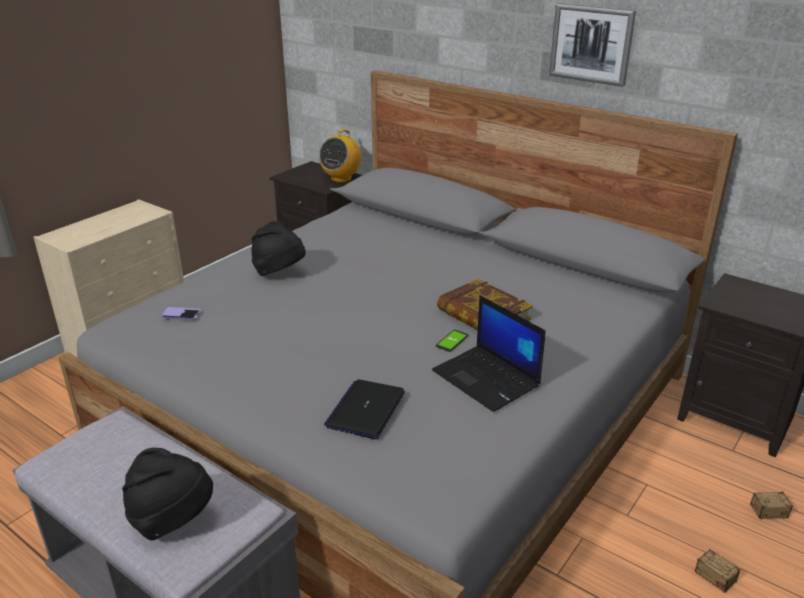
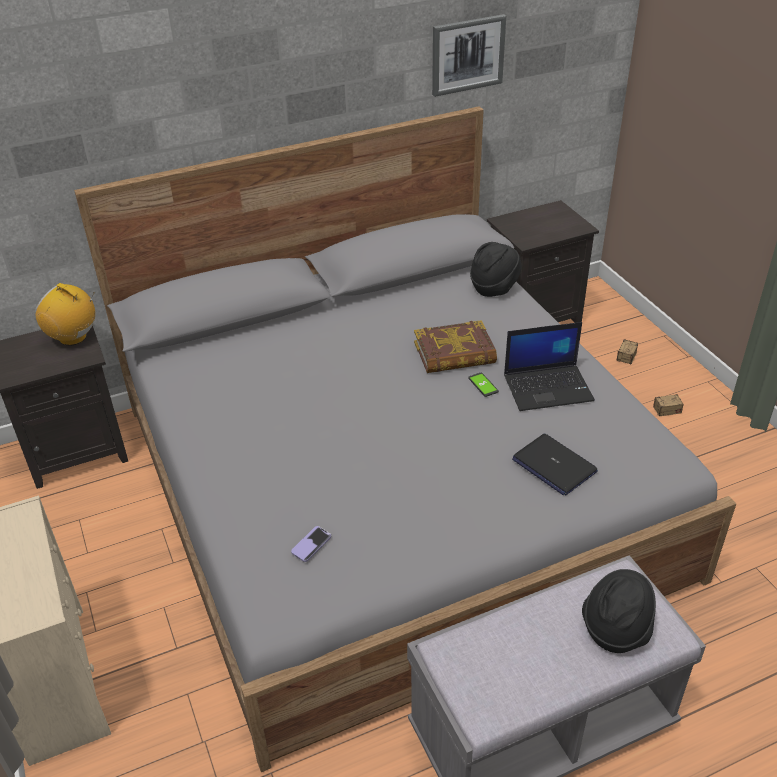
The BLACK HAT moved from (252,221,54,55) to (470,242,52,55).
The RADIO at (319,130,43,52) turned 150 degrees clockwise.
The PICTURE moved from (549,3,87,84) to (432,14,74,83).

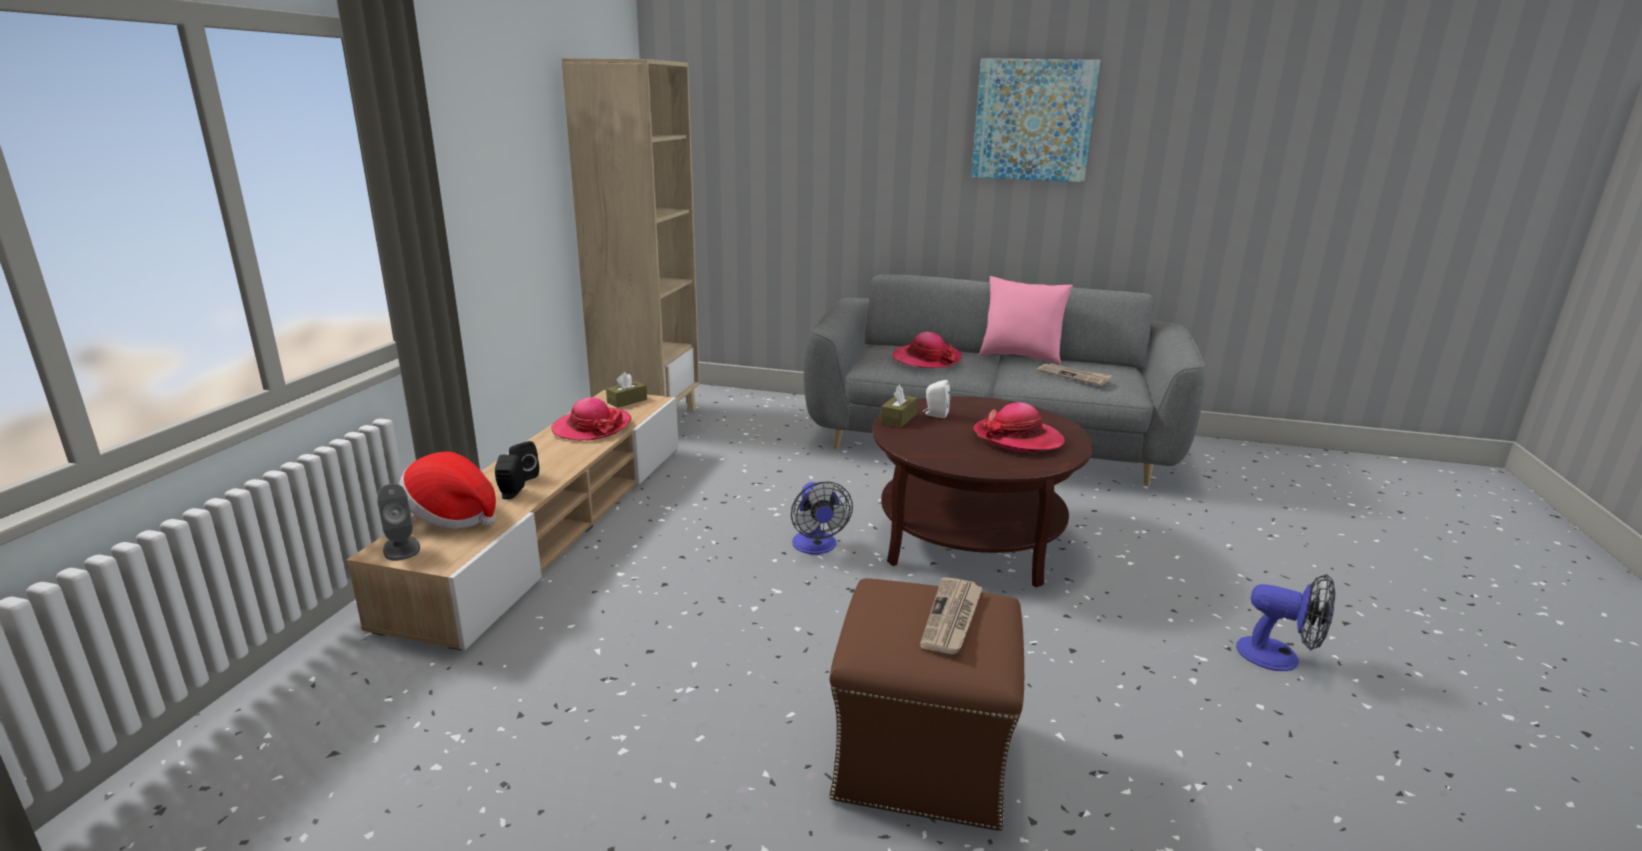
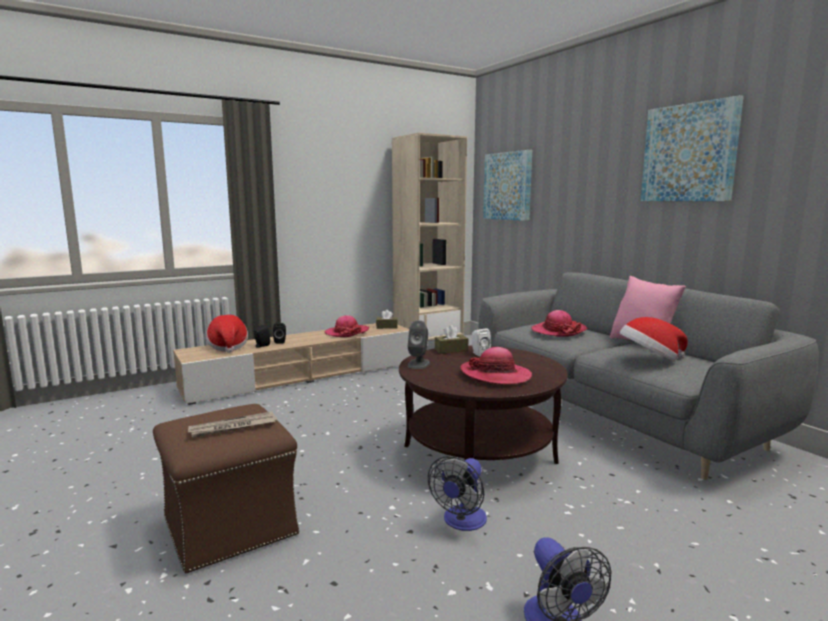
The GREY SPEAKER moved from (377,483,43,78) to (407,320,23,49).
The FAN moved from (791,481,62,73) to (428,456,59,75).
The NEWSPAPER at (1037,364,75,22) was replaced by the HAT at (619,317,69,45).
The PICTURE at (483,150,49,71) appeared.

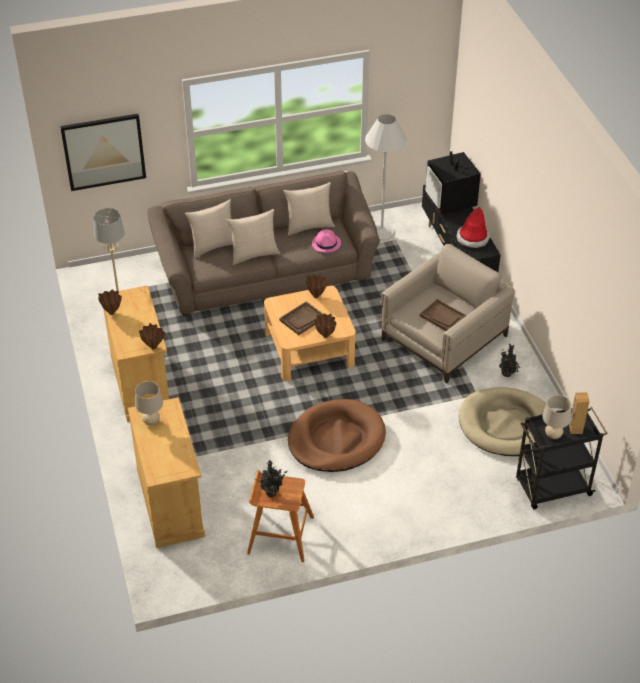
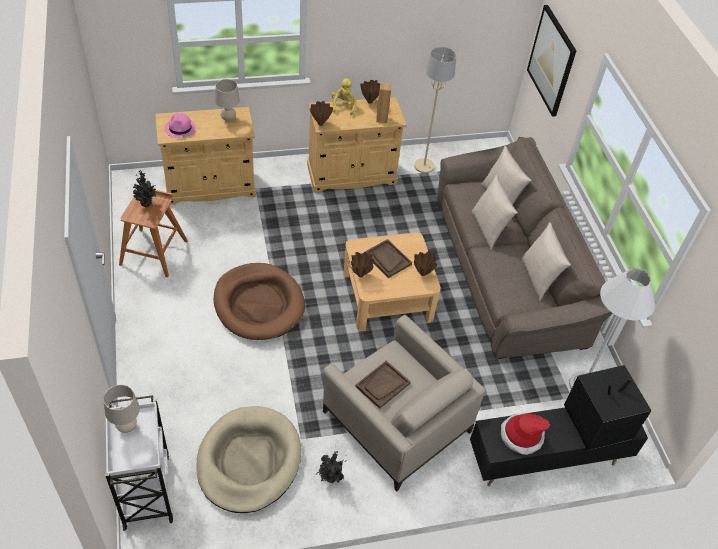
The PINK HAT moved from (312,229,29,24) to (164,113,32,25).
The BLACK CART at (516,407,92,102) became the WHITE CART at (105,395,68,136).
The BROWN SPEAKER moved from (569,393,20,41) to (376,83,15,40).
The YELLOW PLUSH TOY at (331,78,26,38) appeared.

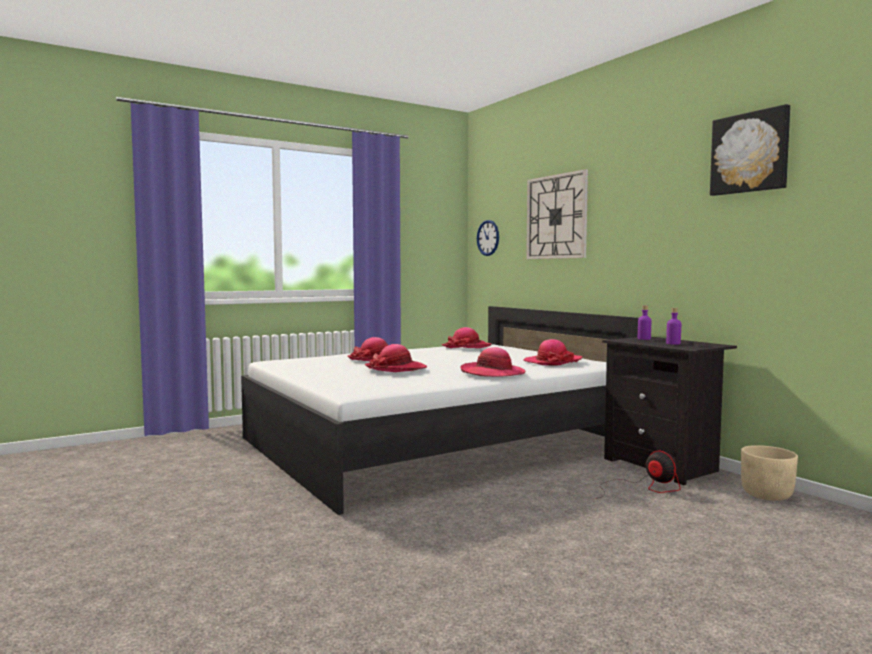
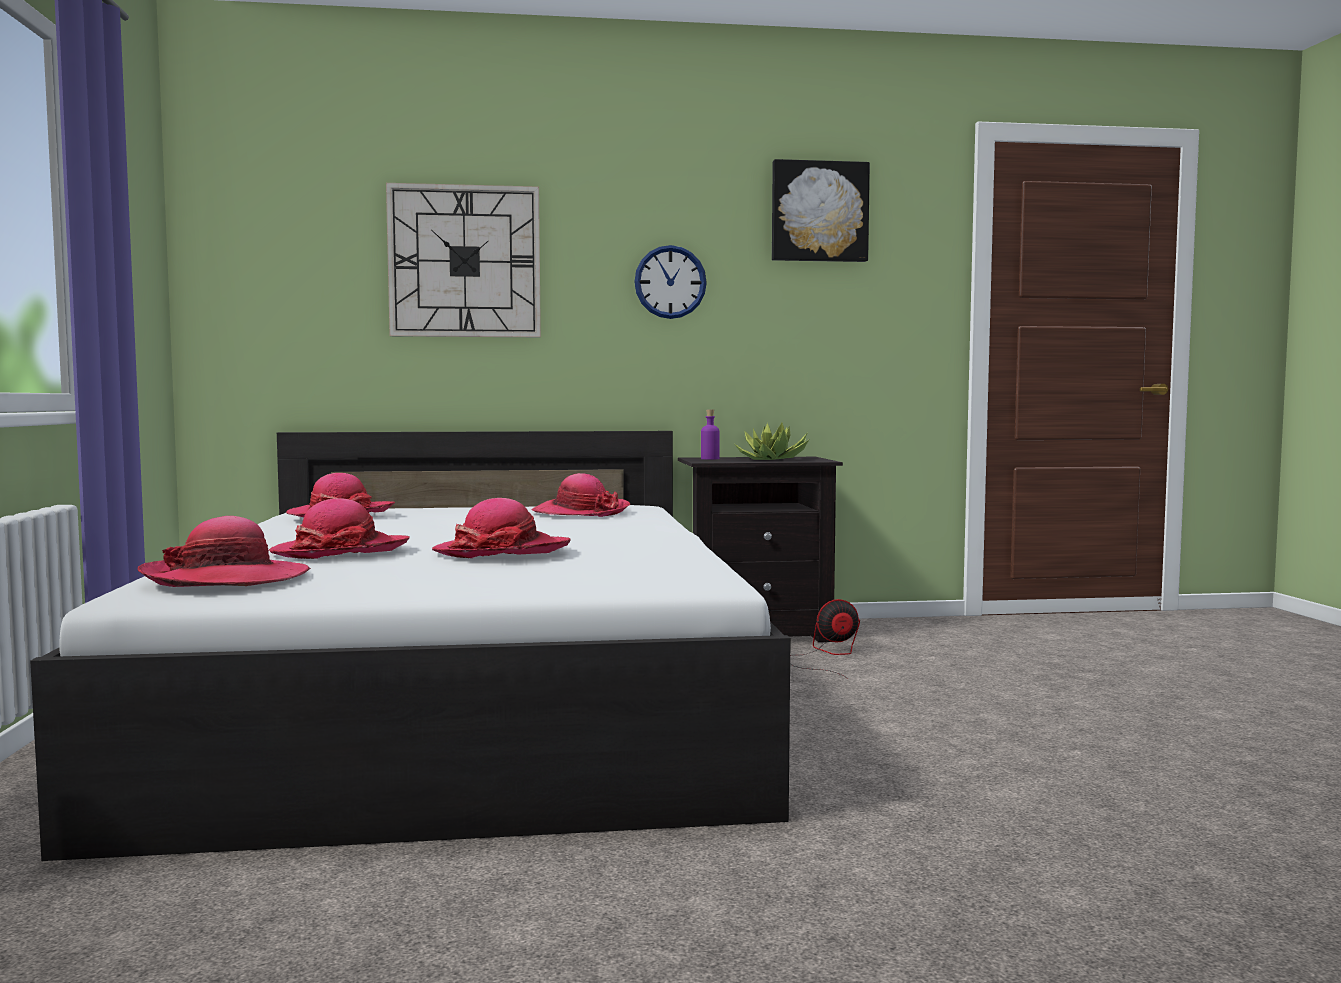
The HAT moved from (460,347,66,30) to (138,516,173,71).
The WALL CLOCK moved from (477,220,22,36) to (634,245,73,74).
The PURPLE BOTTLE at (666,308,15,37) was replaced by the POTTED PLANT at (735,423,74,37).
The BEIGE PLANTER at (741,445,57,56) disappeared.

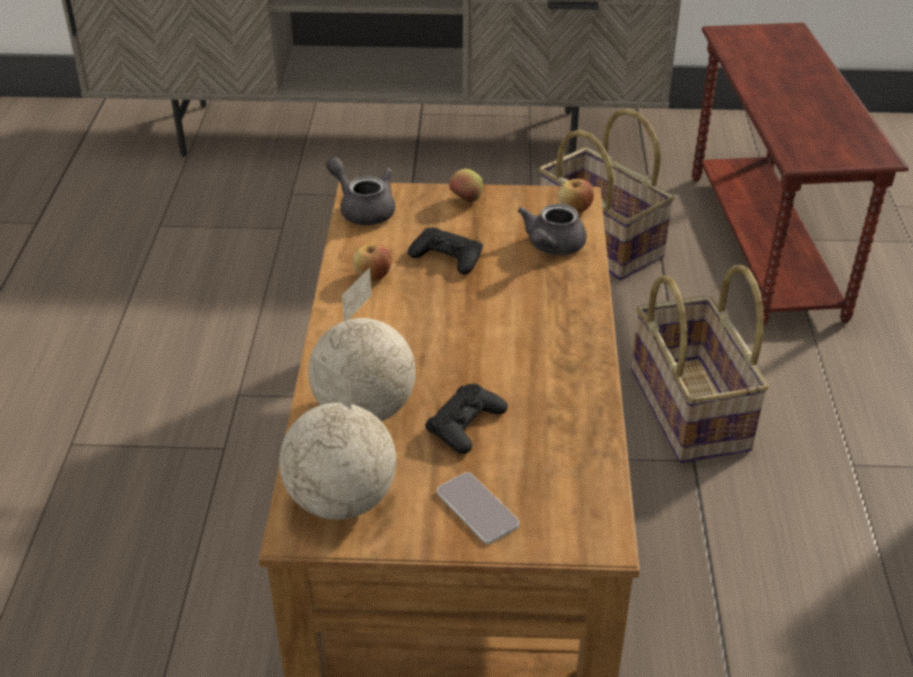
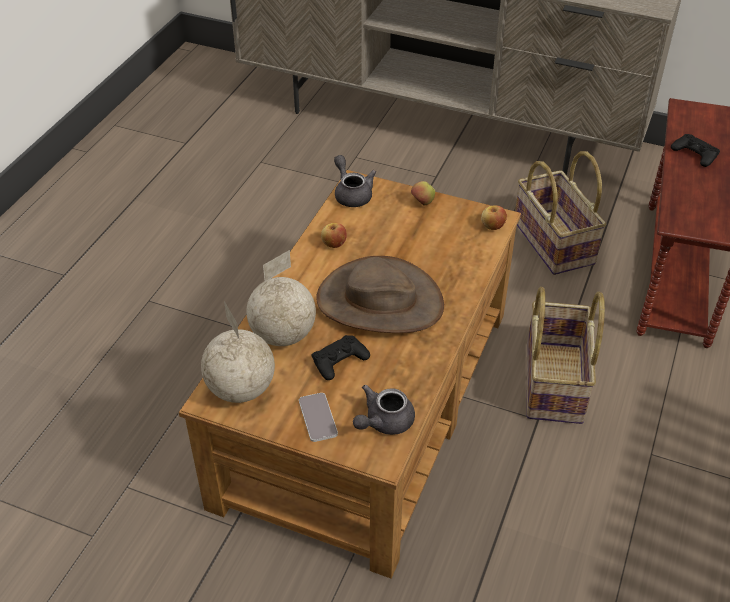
The BLACK GAME CONTROLLER moved from (408,227,75,47) to (671,134,49,33).
The GREY TEAPOT moved from (518,204,69,51) to (353,385,62,50).
The BROWN HAT at (317,256,127,77) appeared.

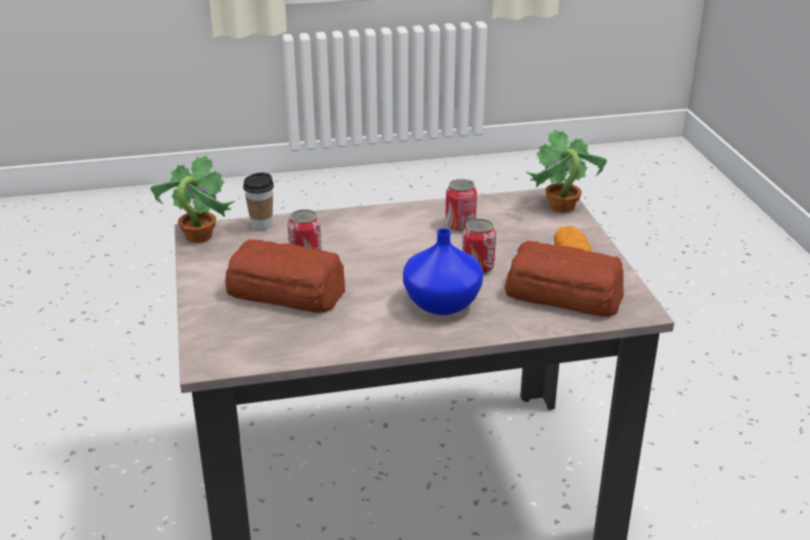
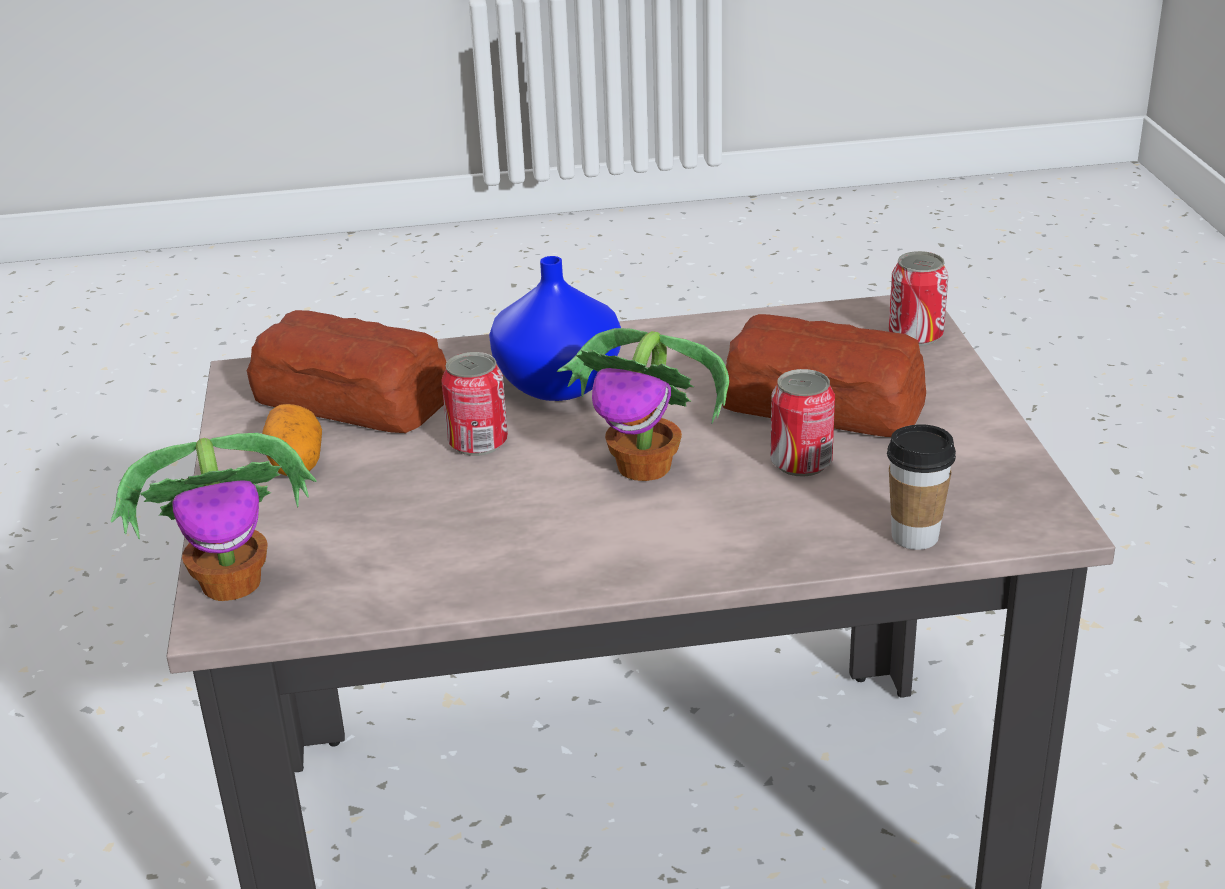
The POTTED PLANT moved from (150,155,85,88) to (557,328,172,153).
The CAN moved from (445,179,32,52) to (889,251,60,95).

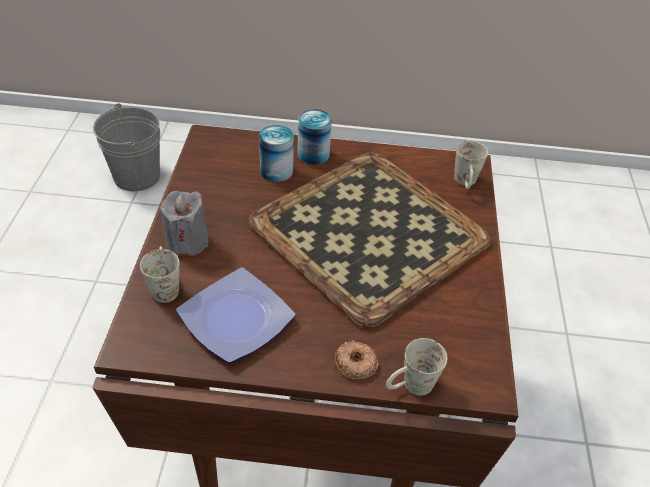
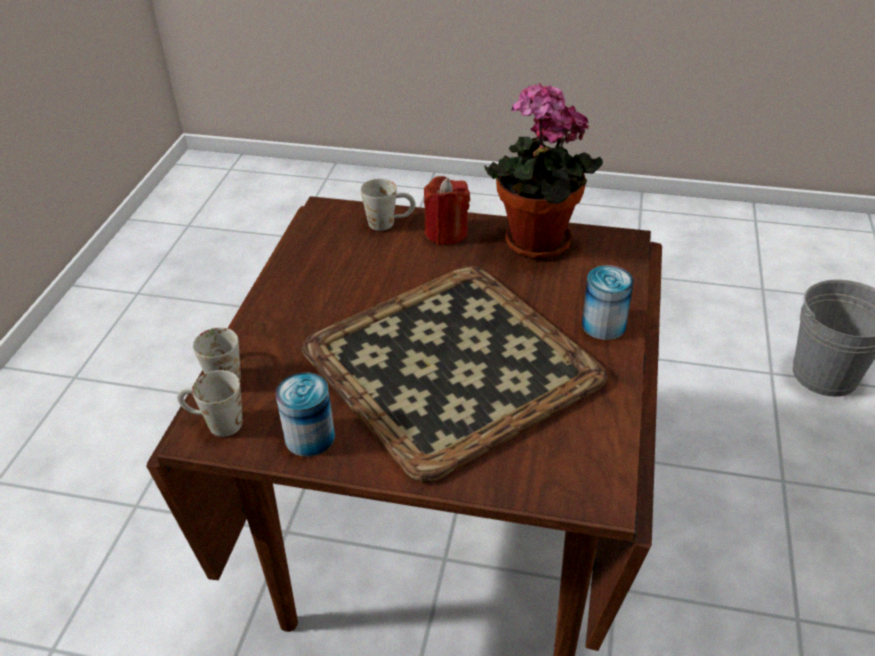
The GREY CANDLE at (160,191,49,66) became the RED CANDLE at (424,176,46,69).
The PLATE at (176,267,120,96) disappeared.
The CAN moved from (259,125,35,57) to (276,372,59,85).
The DONUT at (335,340,44,39) disappeared.
The WHITE MUG moved from (454,140,34,49) to (177,370,65,67).
The POTTED PLANT at (484,83,118,177) appeared.

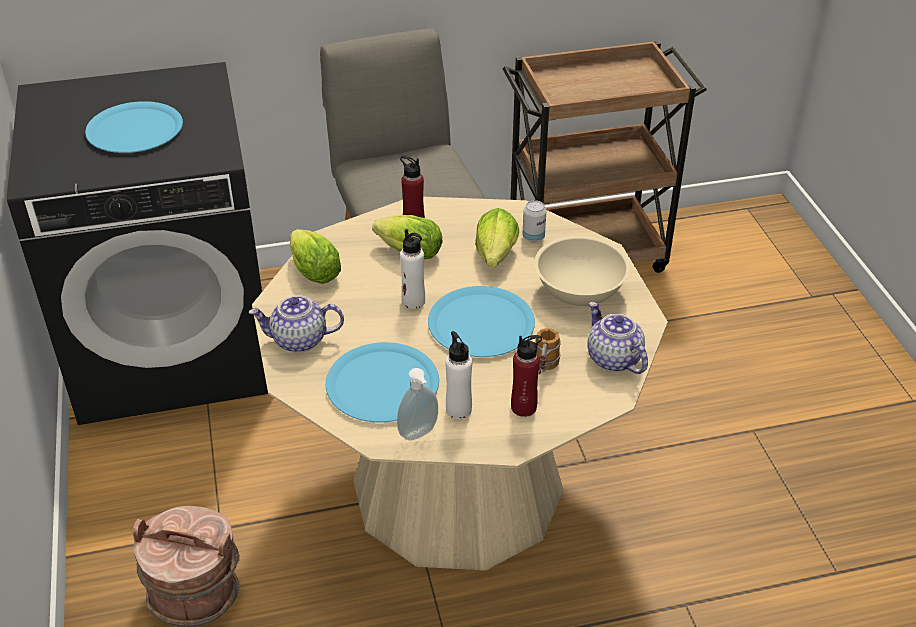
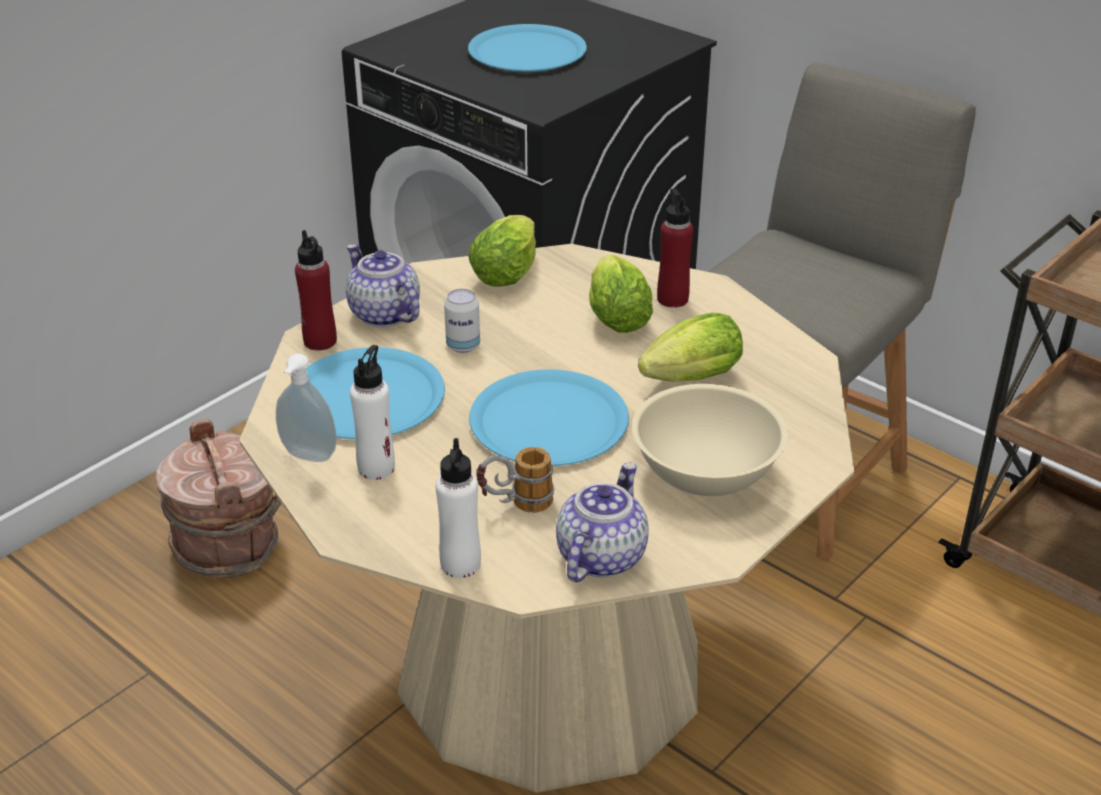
The WHITE BOTTLE moved from (400,229,25,80) to (436,438,45,140).
The RED BOTTLE moved from (511,335,31,82) to (295,230,42,120).
The CAN moved from (522,200,24,42) to (444,289,36,64).

